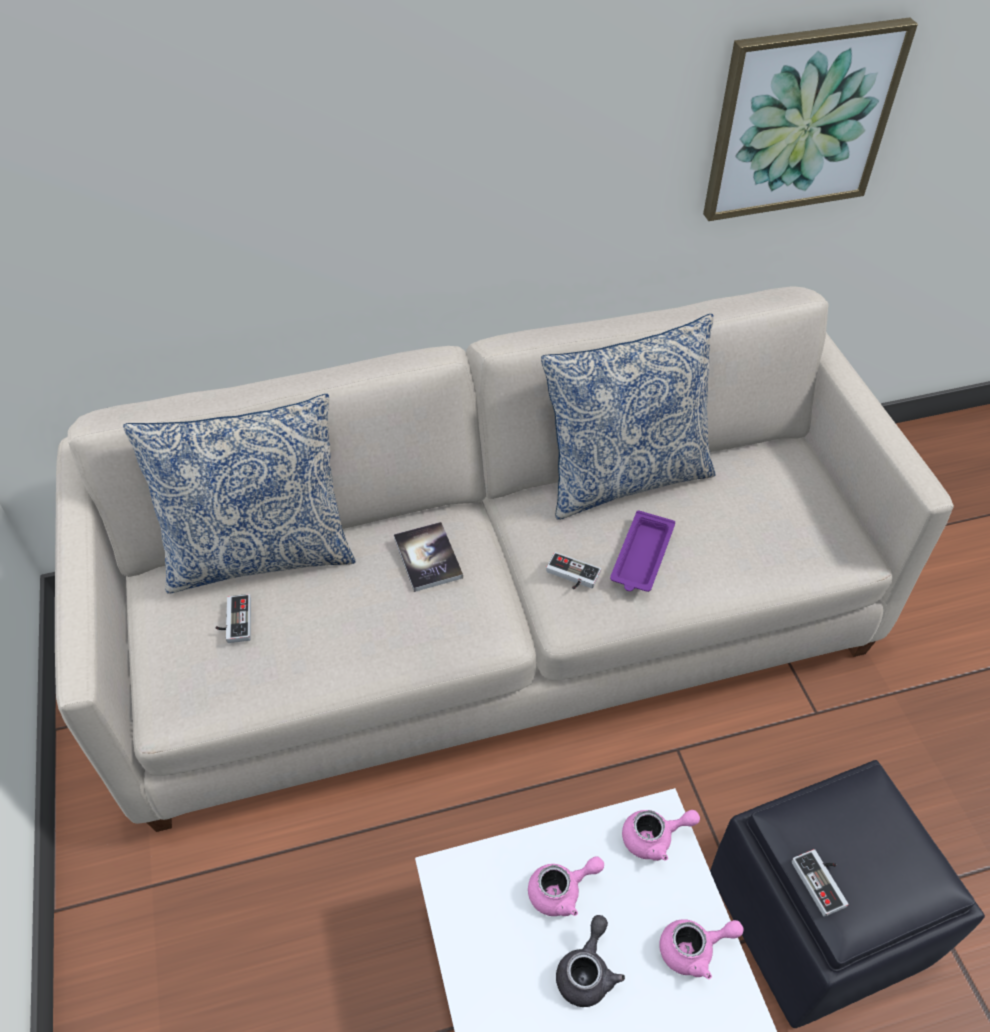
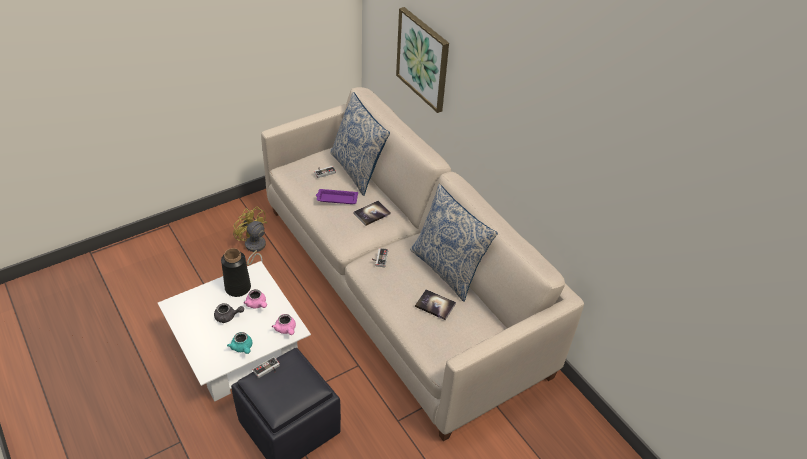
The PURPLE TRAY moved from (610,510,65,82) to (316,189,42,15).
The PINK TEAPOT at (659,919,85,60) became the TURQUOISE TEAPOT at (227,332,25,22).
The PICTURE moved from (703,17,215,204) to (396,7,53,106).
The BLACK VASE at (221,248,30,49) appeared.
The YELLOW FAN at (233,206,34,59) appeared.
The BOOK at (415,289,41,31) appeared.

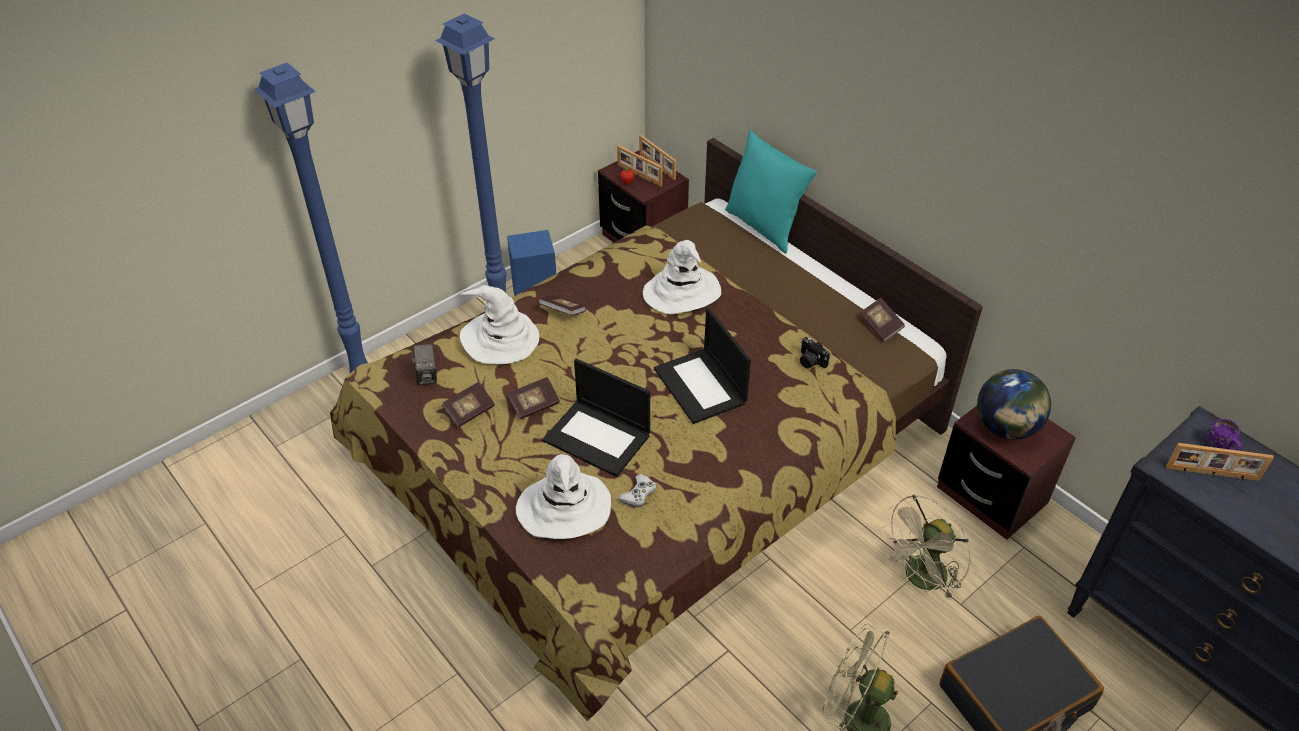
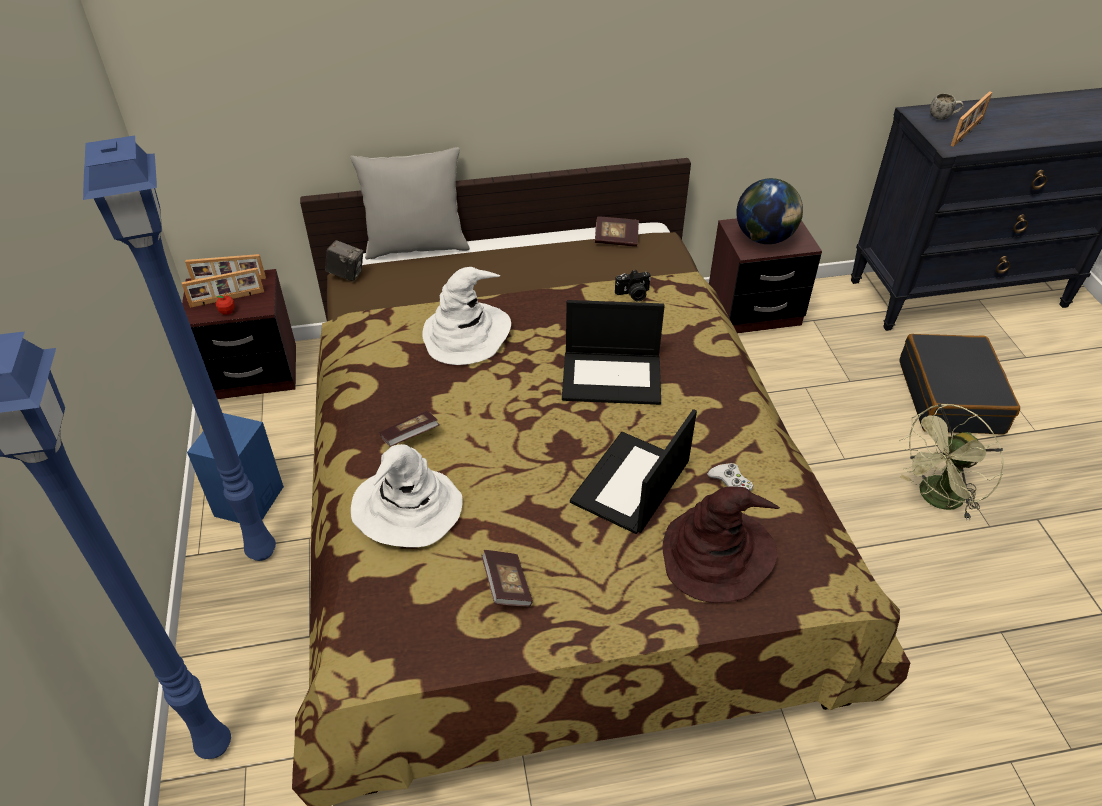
The PHOTO CAMERA moved from (412,344,25,41) to (325,240,38,41).
The BOOK at (507,377,53,42) disappeared.
The WHITE HAT at (516,454,95,85) became the BROWN HAT at (662,486,118,117).
The LAPTOP at (543,359,107,118) turned 150 degrees clockwise.
The TURQUOISE PILLOW at (725,130,92,124) became the GREY PILLOW at (350,147,120,112).
The BEIGE FAN at (881,494,90,106) disappeared.
The PURPLE MUG at (1207,419,35,32) became the WHITE MUG at (930,93,33,27).

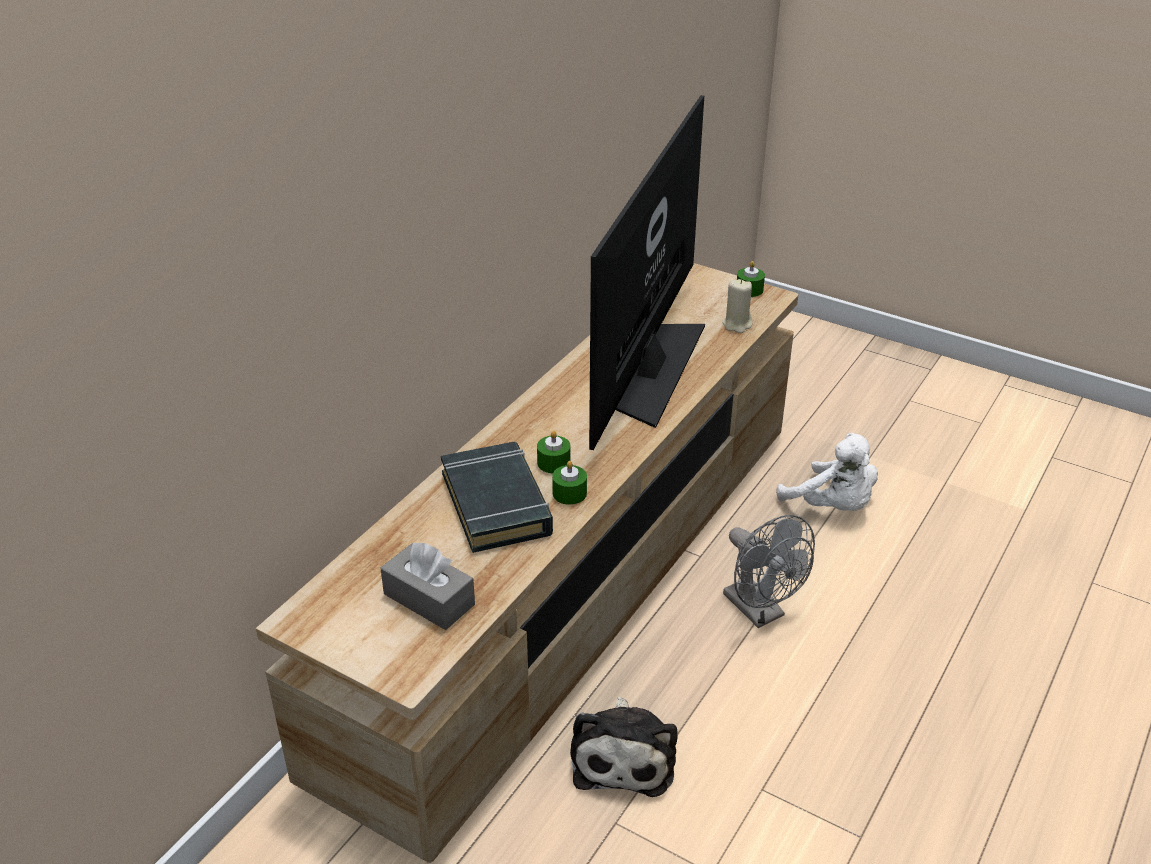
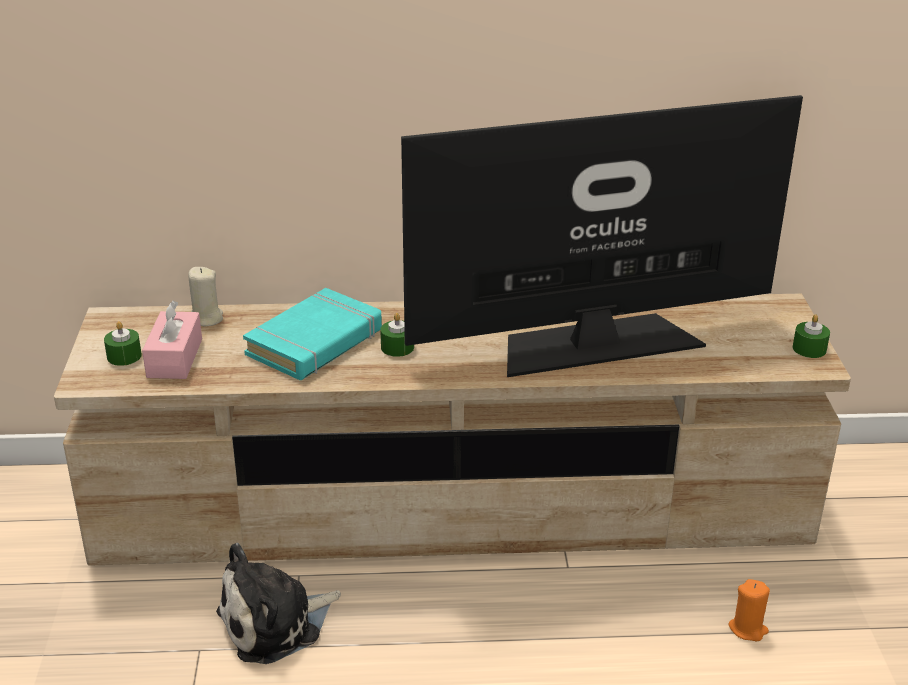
The GREY TISSUE BOX at (380,542,95,88) became the PINK TISSUE BOX at (142,301,60,78).
The BLACK BOOK at (441,442,112,111) became the TURQUOISE BOOK at (243,288,139,92).
The GREEN CANDLE moved from (552,461,35,44) to (104,321,38,45).
The BEIGE CANDLE moved from (722,279,30,54) to (188,267,35,59).
The GREY FAN at (723,515,92,113) disappeared.
The WHITE PLUSH TOY at (776,433,102,78) was replaced by the ORANGE CANDLE at (728,579,42,62).

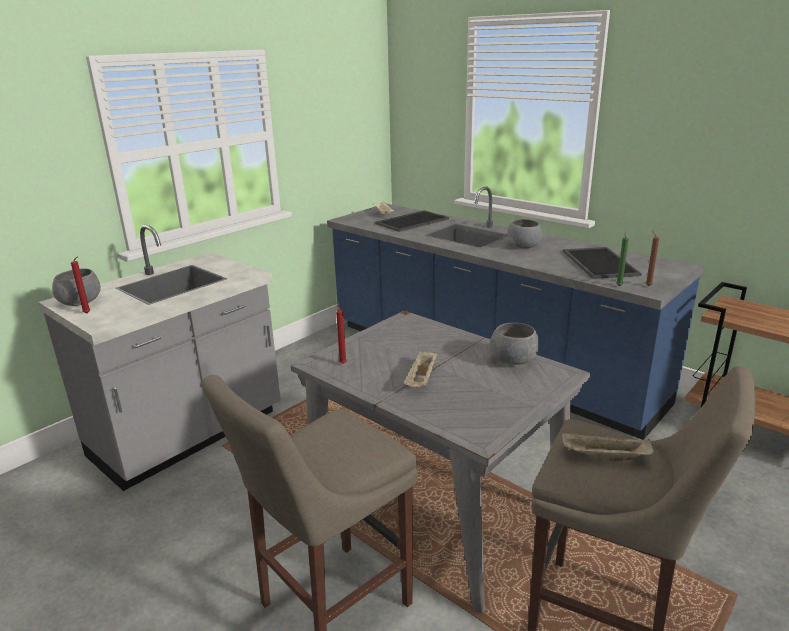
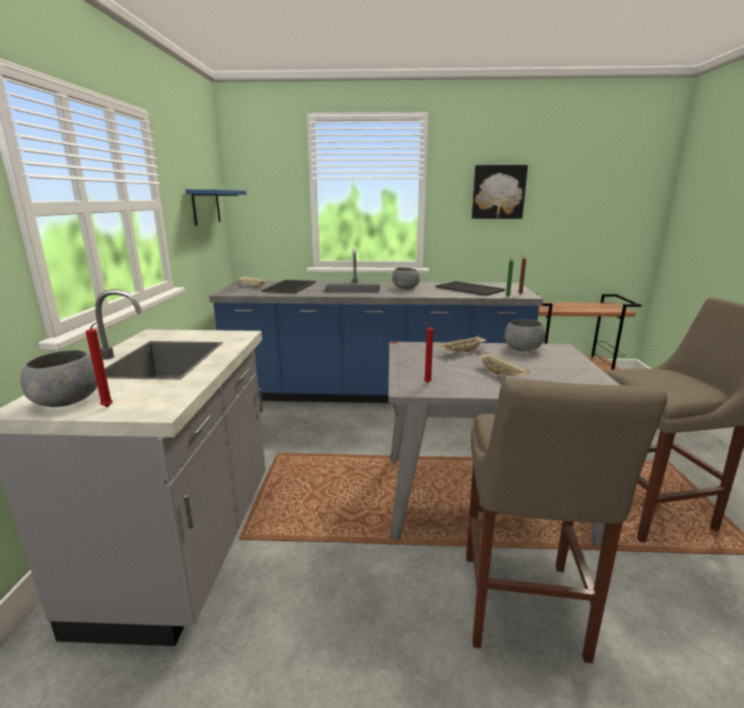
The BEIGE TRAY moved from (562,432,92,29) to (437,335,49,17).
The BLUE SHELF at (185,190,61,36) appeared.
The PICTURE at (472,165,56,54) appeared.

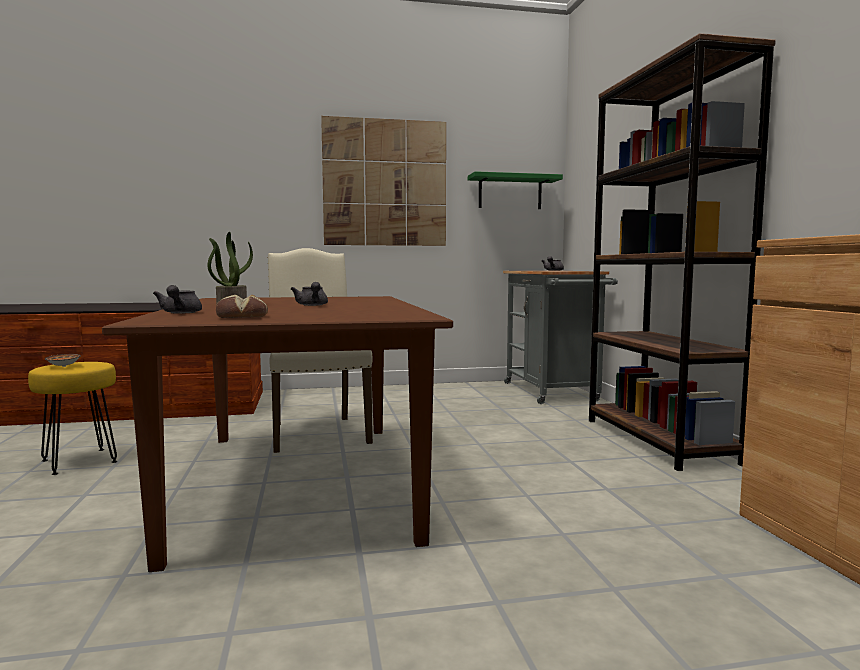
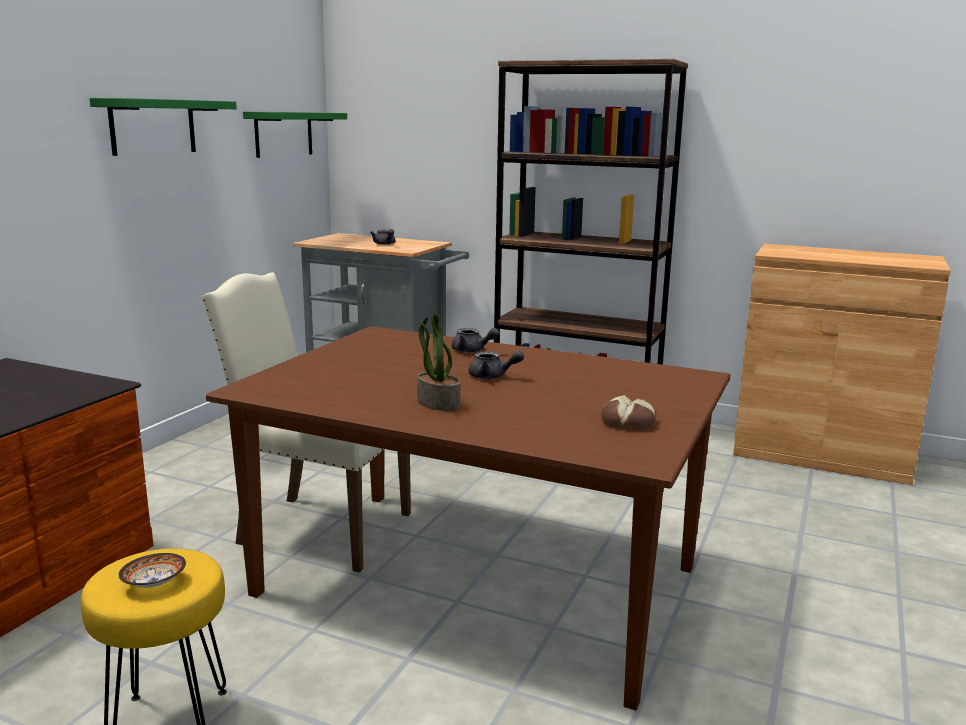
The GREY TEAPOT moved from (153,285,49,29) to (452,328,47,25).
The PICTURE at (321,116,125,130) was replaced by the GREEN SHELF at (89,98,148,58).

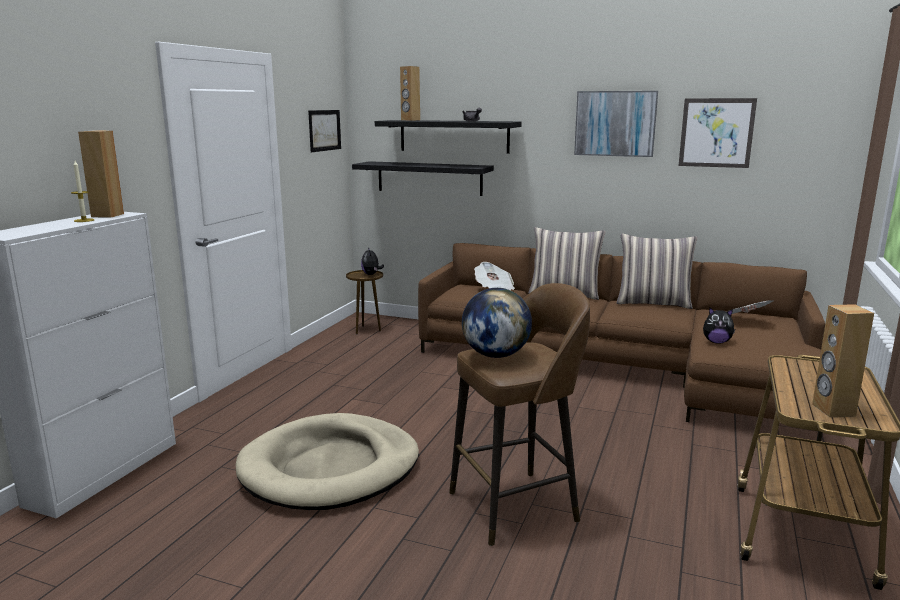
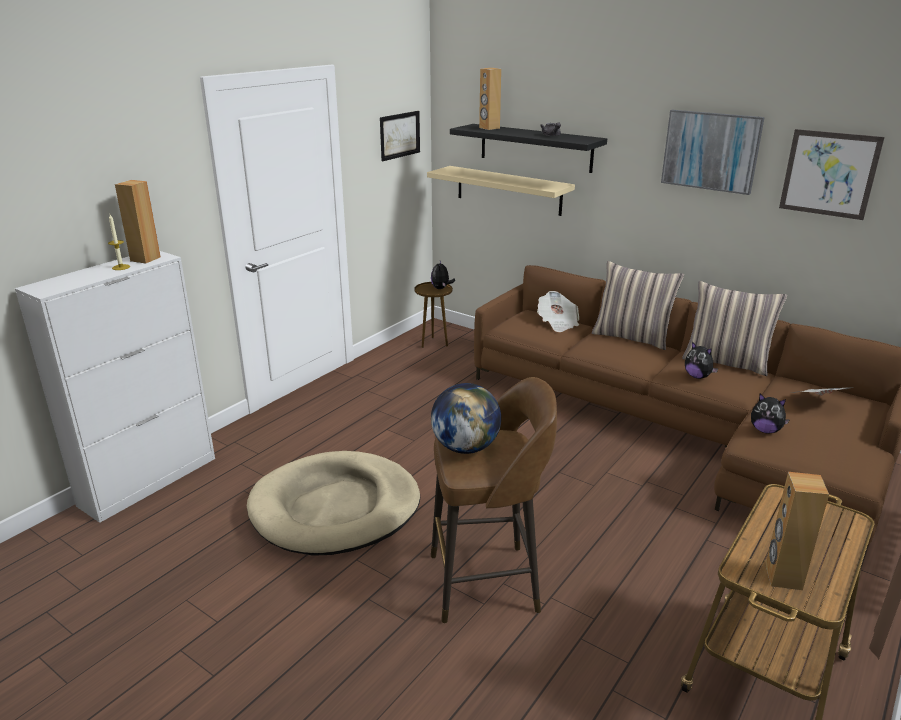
The BLACK SHELF at (352,161,142,35) became the BEIGE SHELF at (427,166,148,50).
The PLUSH TOY at (685,342,33,37) appeared.

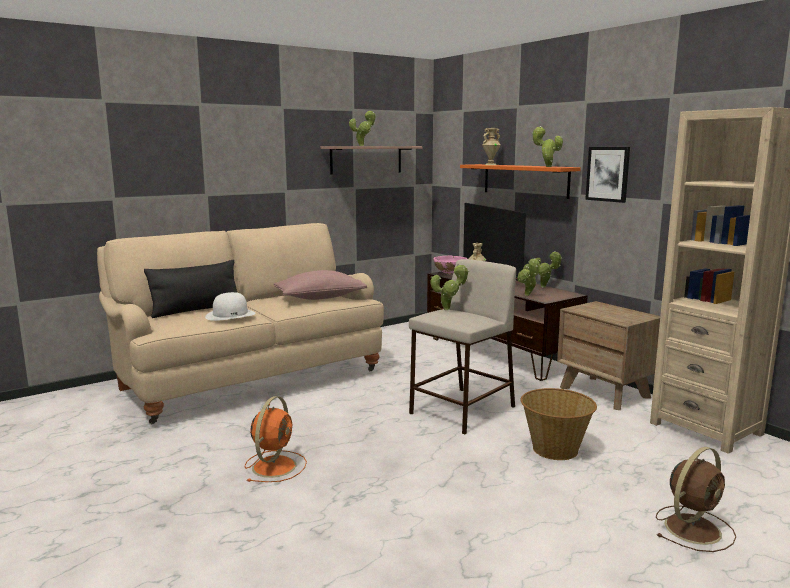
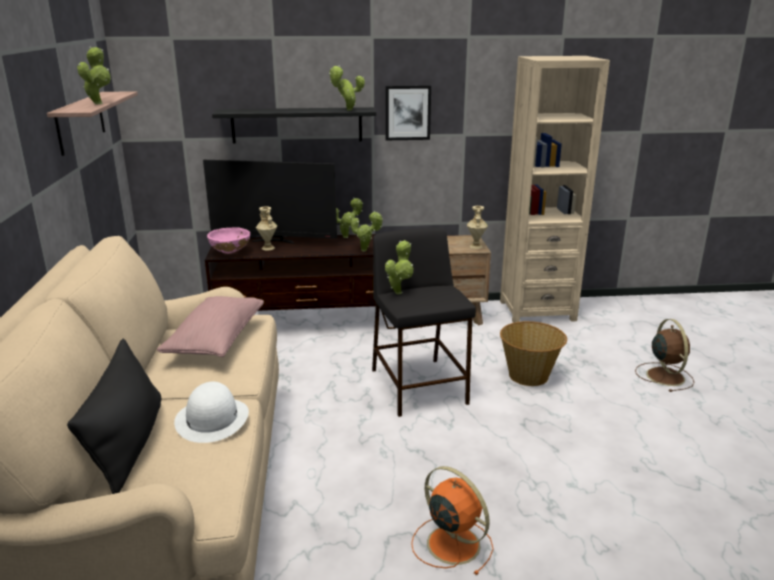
The BEIGE STOOL at (409,259,107,176) became the BLACK STOOL at (372,227,104,190).
The ORANGE SHELF at (460,164,121,35) became the BLACK SHELF at (212,107,164,36).
The BEIGE VASE moved from (482,128,19,37) to (467,206,21,43).

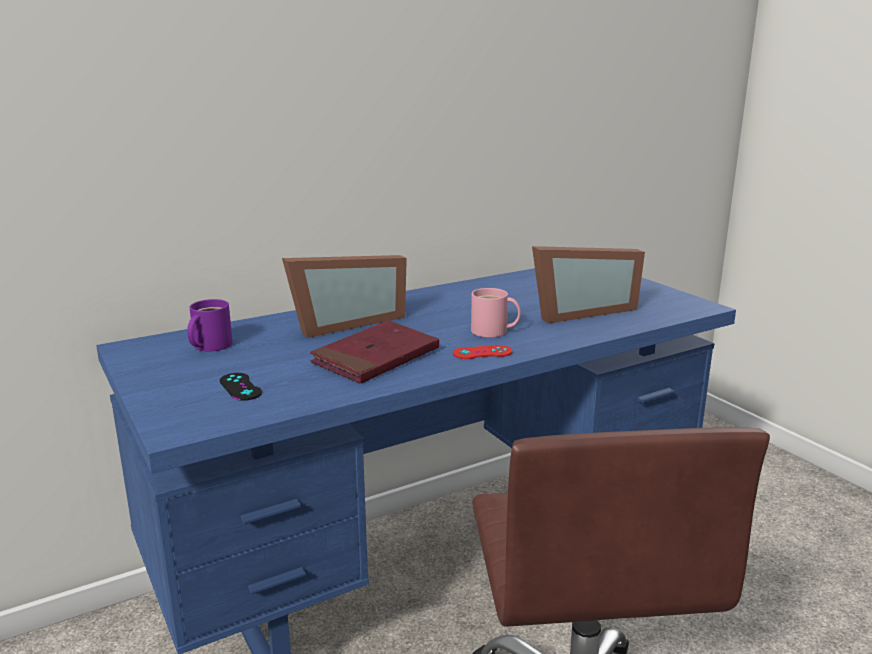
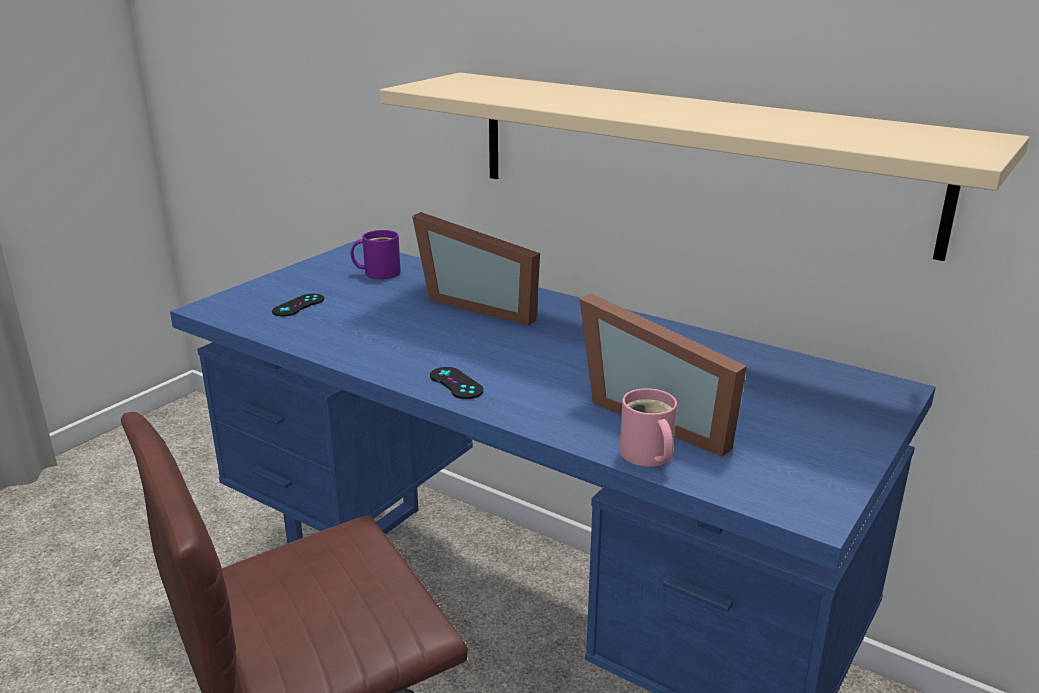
The RED BOOK at (310,320,129,64) disappeared.
The RED GAME CONTROLLER at (453,345,59,14) became the BLACK GAME CONTROLLER at (430,367,54,32).
The PINK MUG moved from (471,288,50,50) to (620,388,57,79).
The BEIGE SHELF at (380,73,649,188) appeared.

